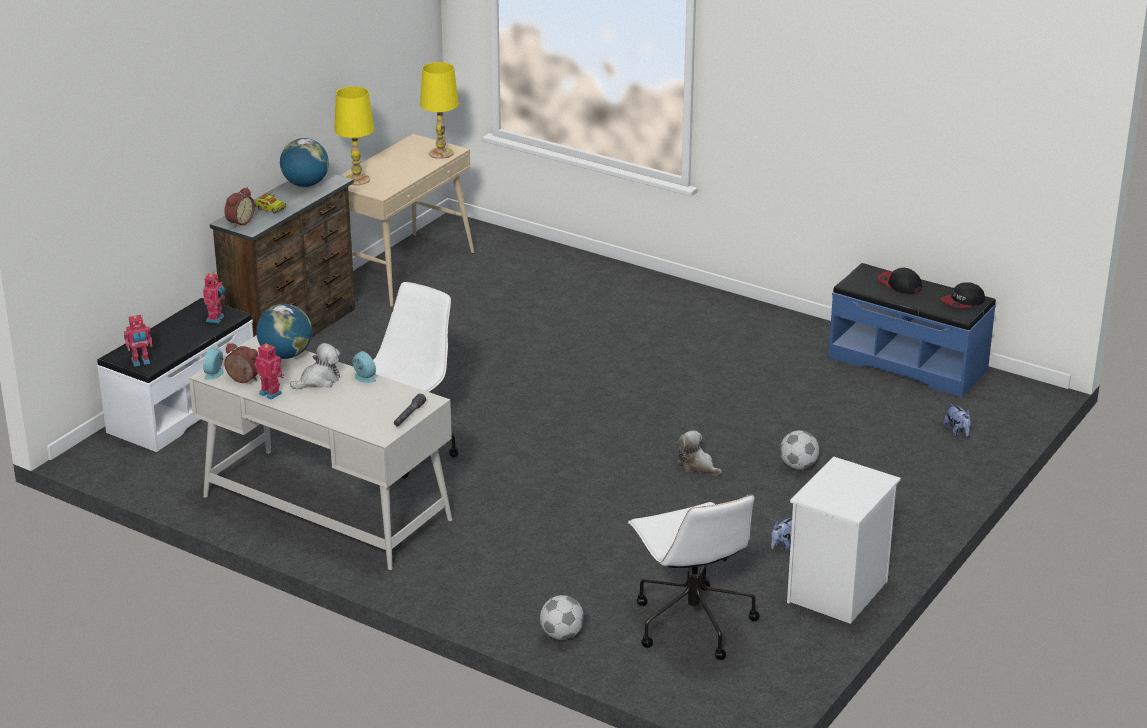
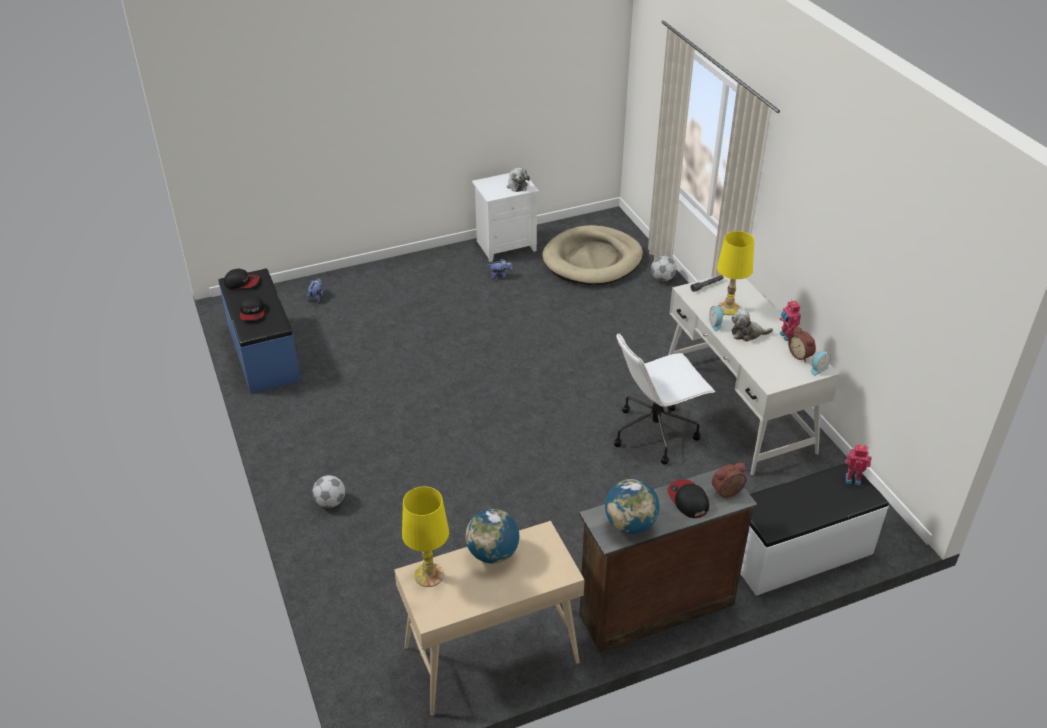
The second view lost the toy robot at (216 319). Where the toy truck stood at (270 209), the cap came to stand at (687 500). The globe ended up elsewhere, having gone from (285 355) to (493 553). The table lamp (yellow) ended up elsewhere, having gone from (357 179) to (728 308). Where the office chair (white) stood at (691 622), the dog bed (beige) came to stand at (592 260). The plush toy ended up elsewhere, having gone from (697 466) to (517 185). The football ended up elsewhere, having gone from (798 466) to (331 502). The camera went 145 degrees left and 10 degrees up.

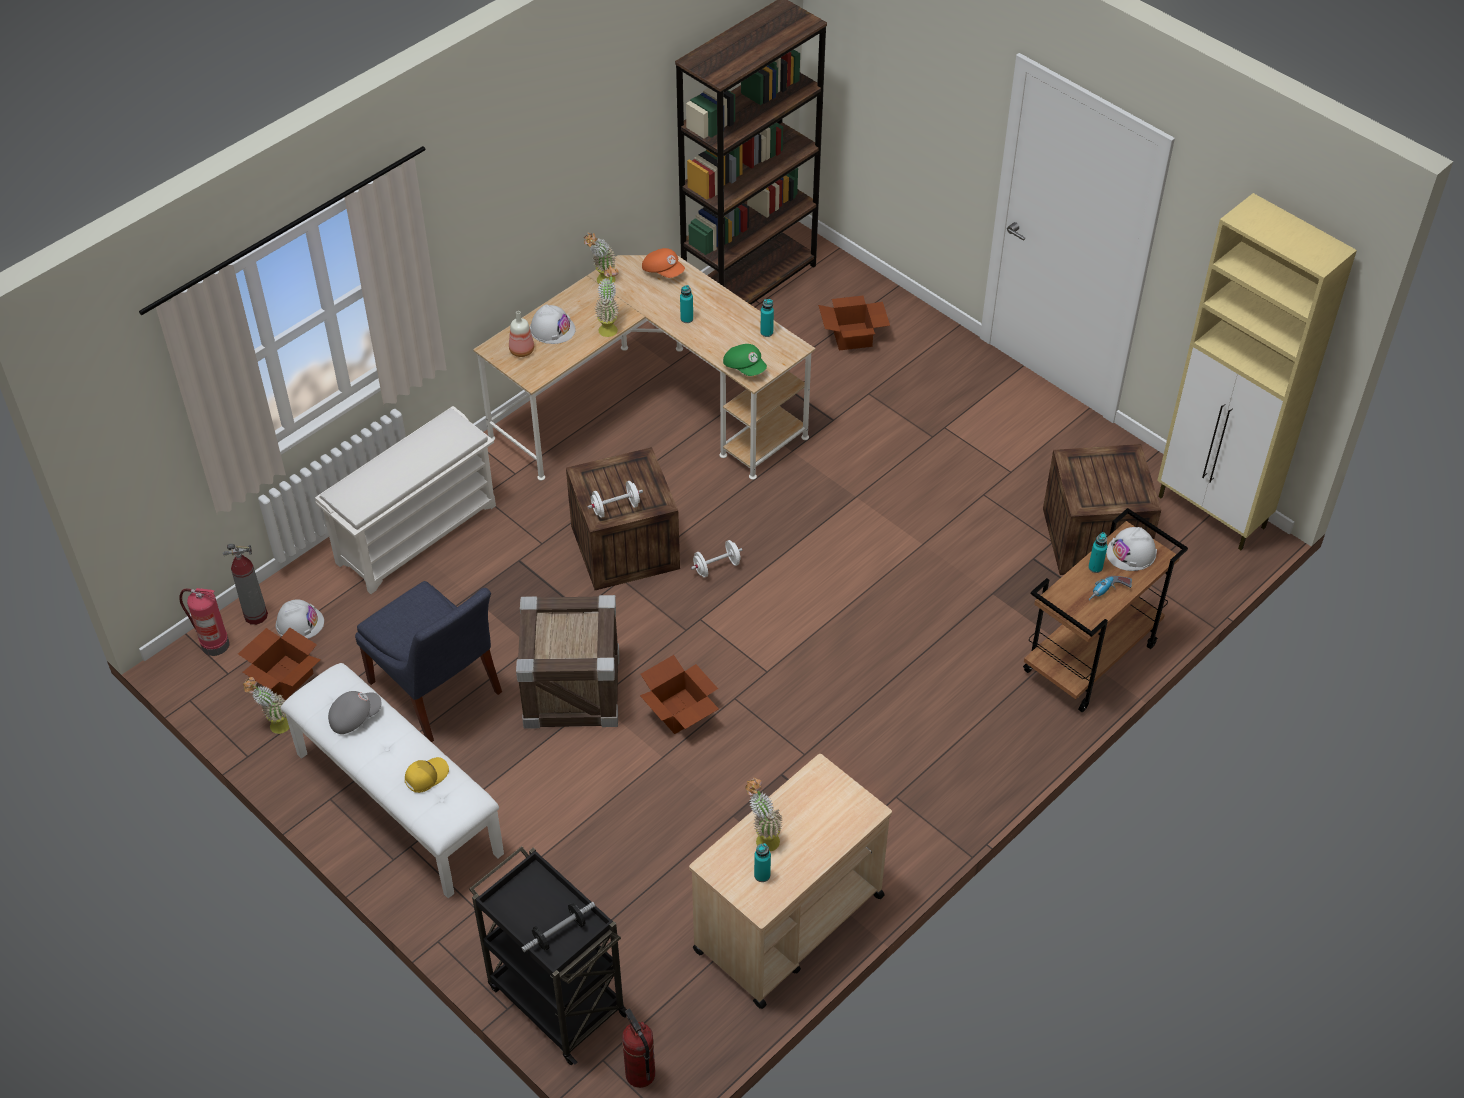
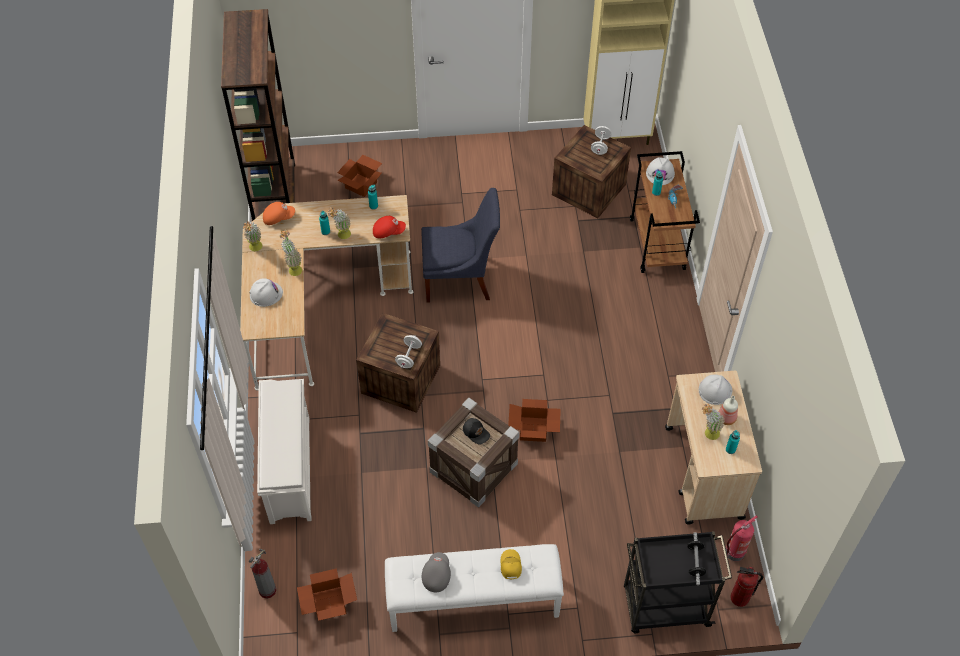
The fire extinguisher ended up elsewhere, having gone from (213 645) to (734 553). The potted plant ended up elsewhere, having gone from (274 725) to (342 236). The hard hat (white) ended up elsewhere, having gone from (299 623) to (715 390). The chair (blue) ended up elsewhere, having gone from (437 691) to (461 279). The bottle ended up elsewhere, having gone from (521 351) to (726 419). The dumbbell (white) ended up elsewhere, having gone from (716 567) to (600 146). What was the cap (green) at (745 367) turned into the cap (red) at (388 231). The second view gained the cap (black) at (476 432). The camera went 50 degrees left and 5 degrees up.

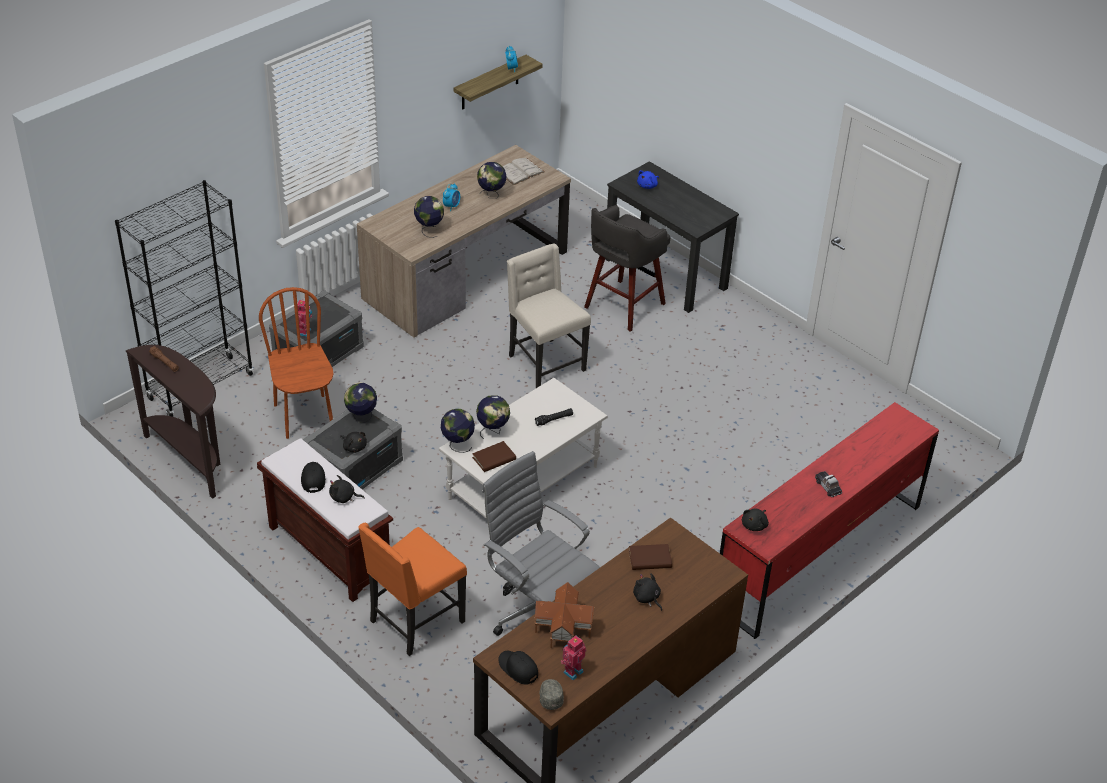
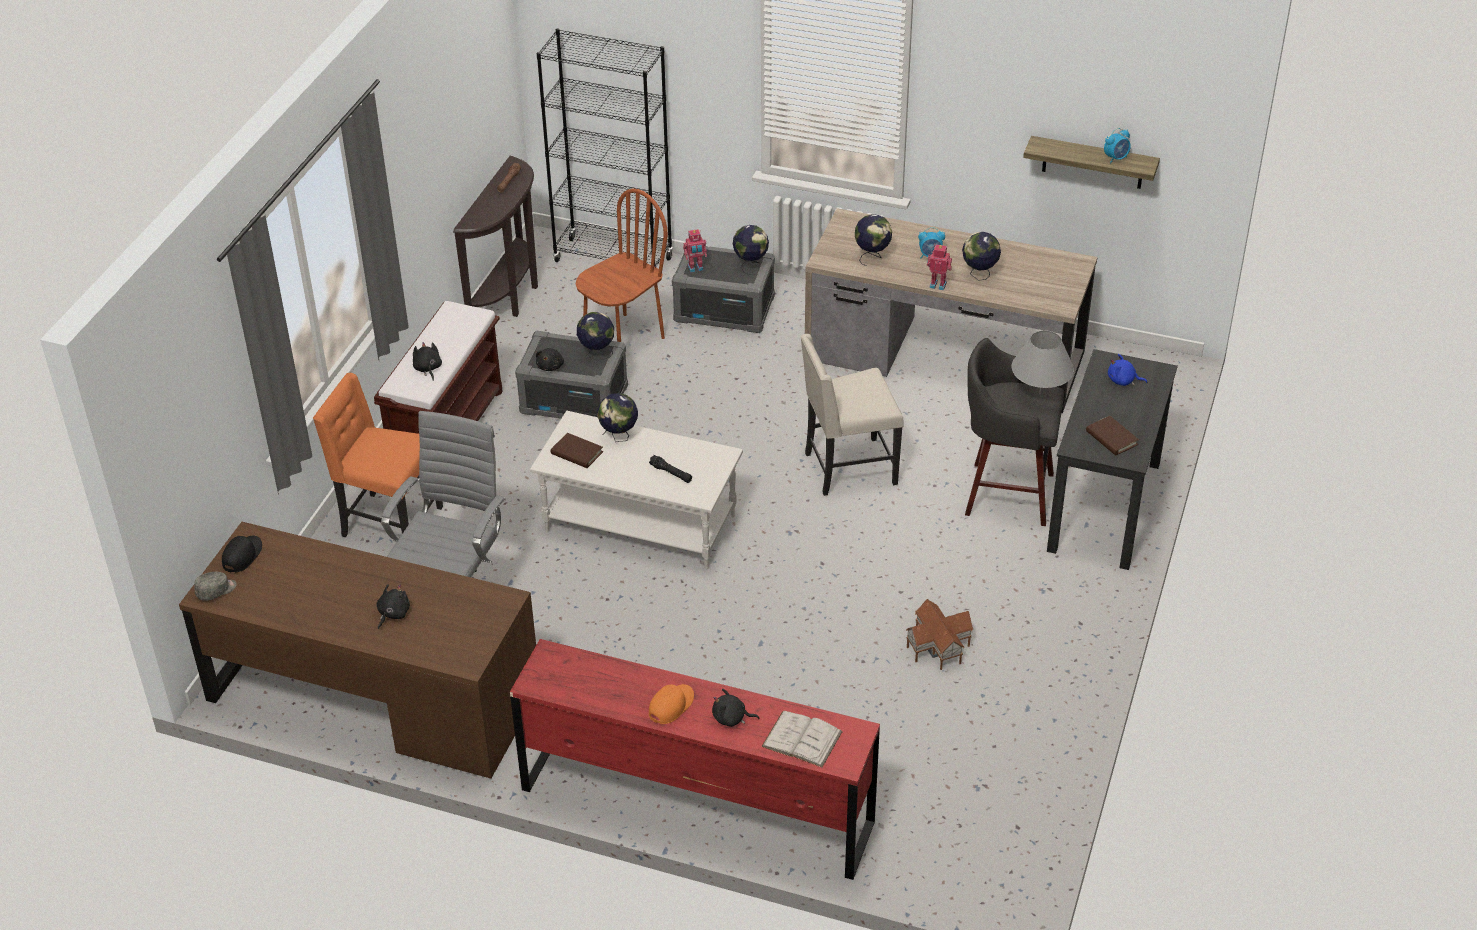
The second view lost the cap (black) at (313 479). The globe ended up elsewhere, having gone from (457 444) to (750 265). The book (white) ended up elsewhere, having gone from (520 171) to (802 739). The chair (beige) at (544 363) ended up facing another way, 135 degrees counterclockwise from before. The toy house ended up elsewhere, having gone from (564 628) to (937 647). The toy robot ended up elsewhere, having gone from (572 671) to (938 284). The book (brown) ended up elsewhere, having gone from (650 559) to (1111 438). The plush toy (black) ended up elsewhere, having gone from (755 525) to (731 718). Where the toy car stood at (828 486), the cap (orange) came to stand at (671 706). The second view gained the table lamp (grey) at (1039 394). The camera went 65 degrees right and 0 degrees up.

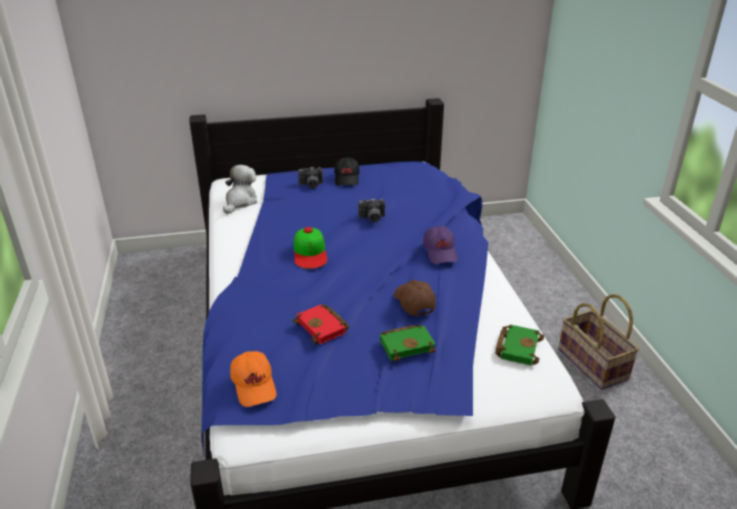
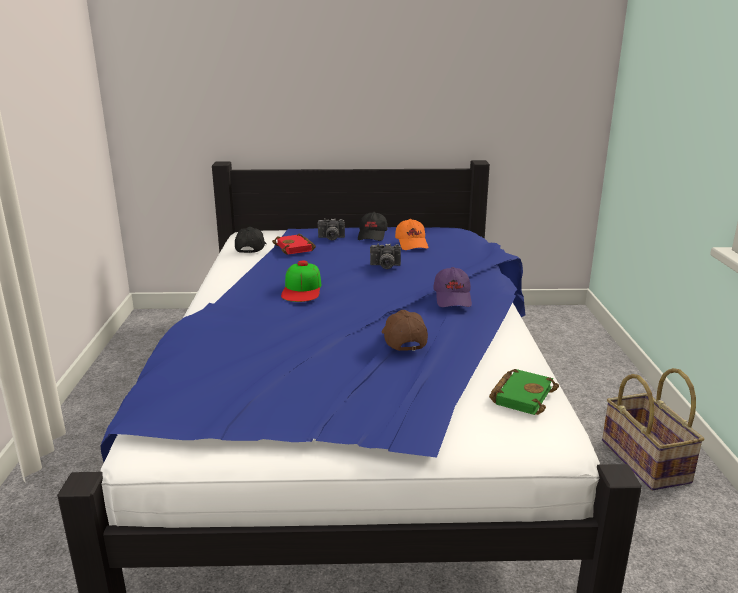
Where the plush toy stood at (240 201), the cap (black) came to stand at (251 248). The cap (orange) ended up elsewhere, having gone from (254 385) to (412 244). The book (red) ended up elsewhere, having gone from (323 327) to (296 248). The second view lost the book (green) at (407 344). The camera went 10 degrees right and 10 degrees down.

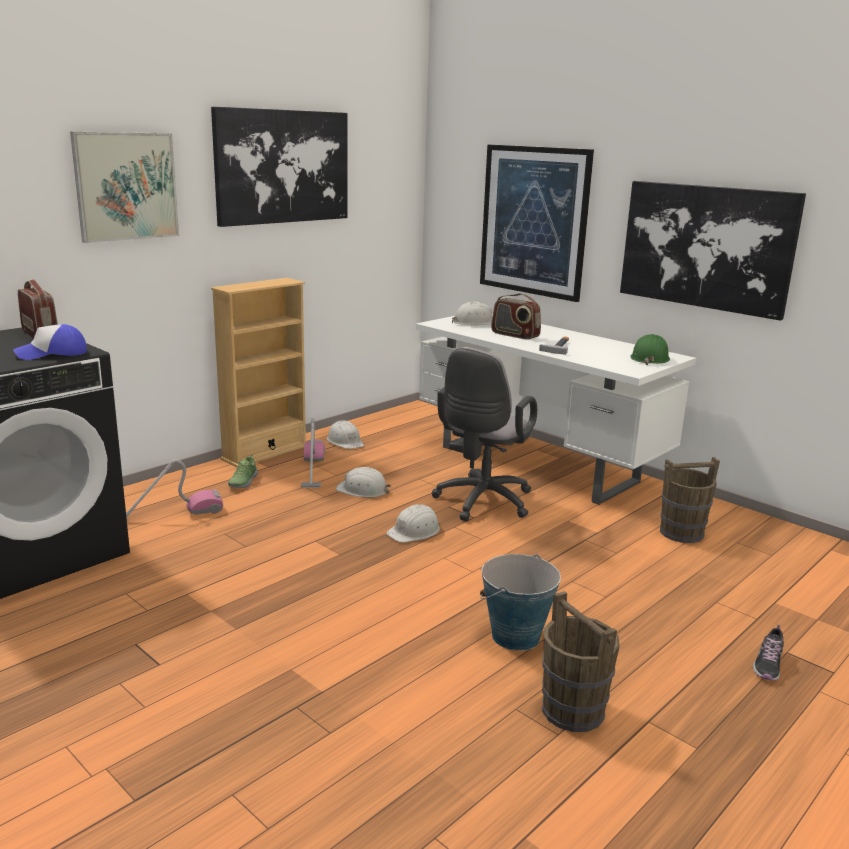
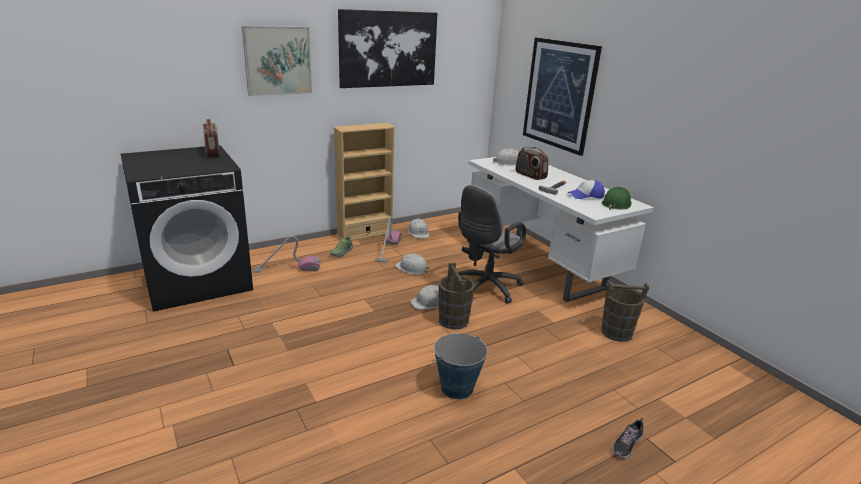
The cap ended up elsewhere, having gone from (52 354) to (586 195). The bucket (brown) ended up elsewhere, having gone from (573 711) to (453 321). The second view lost the picture at (706 247). The camera went 15 degrees right and 5 degrees up.

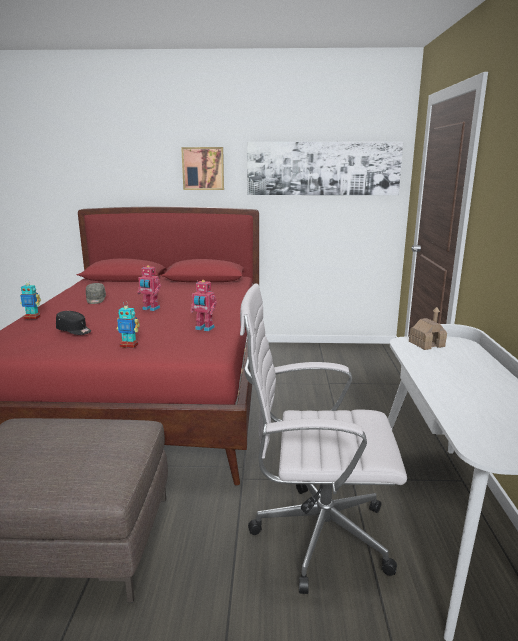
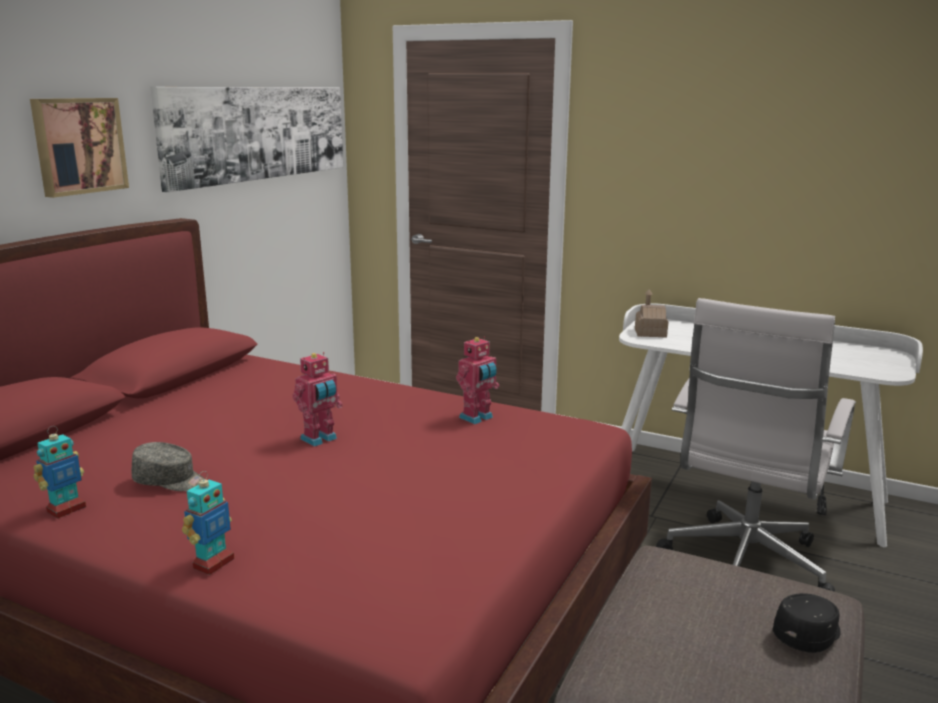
The cap (black) ended up elsewhere, having gone from (74 330) to (808 635). The toy robot ended up elsewhere, having gone from (129 345) to (66 509). The camera went 65 degrees left and 0 degrees up.

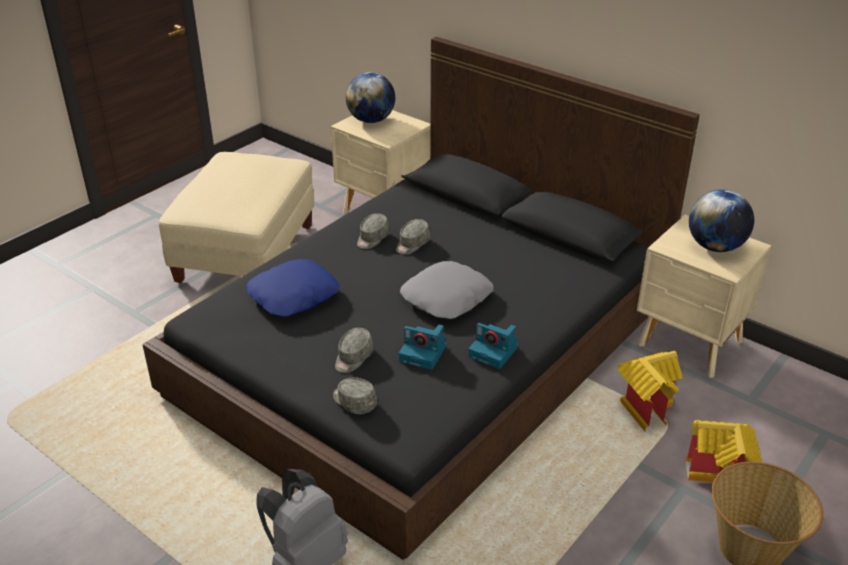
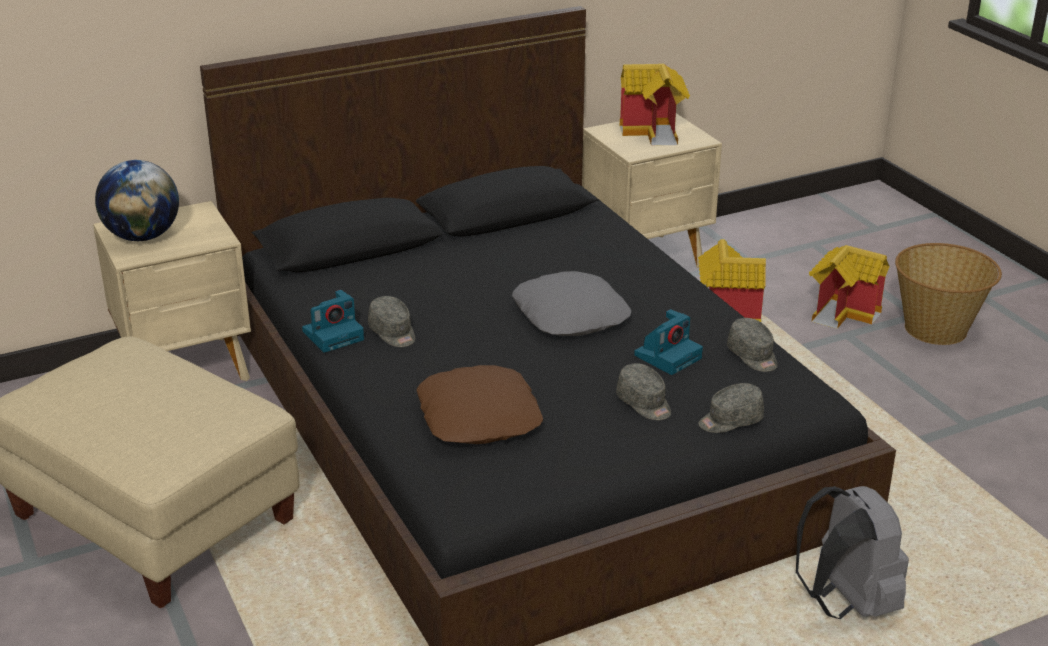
What was the pillow (blue) at (294 296) turned into the pillow (brown) at (480 417). The cap (grey) ended up elsewhere, having gone from (412 244) to (753 356). The photo camera ended up elsewhere, having gone from (494 352) to (334 335). Where the globe stood at (715 247), the toy house came to stand at (655 133). The camera went 65 degrees left and 5 degrees down.

